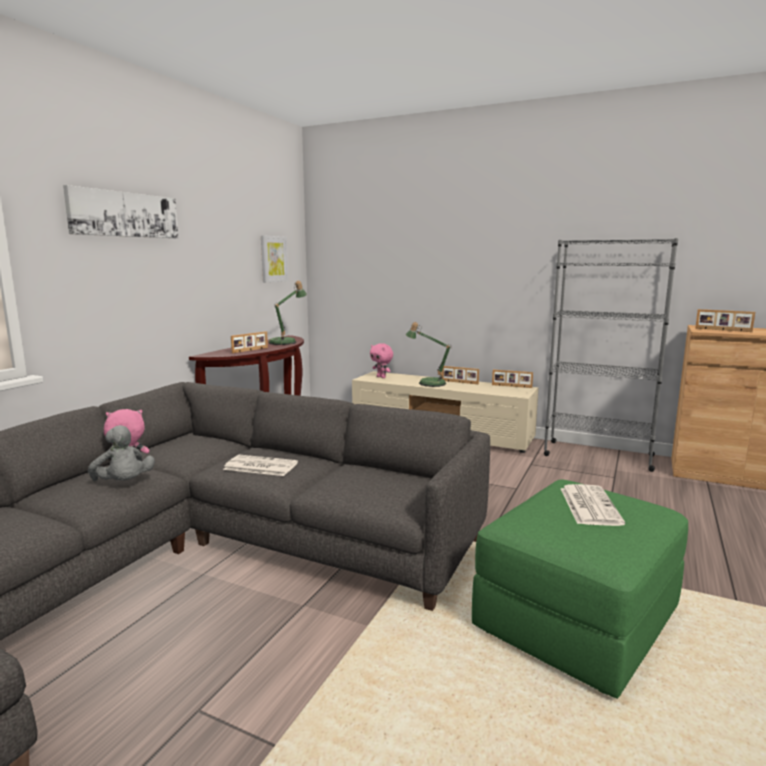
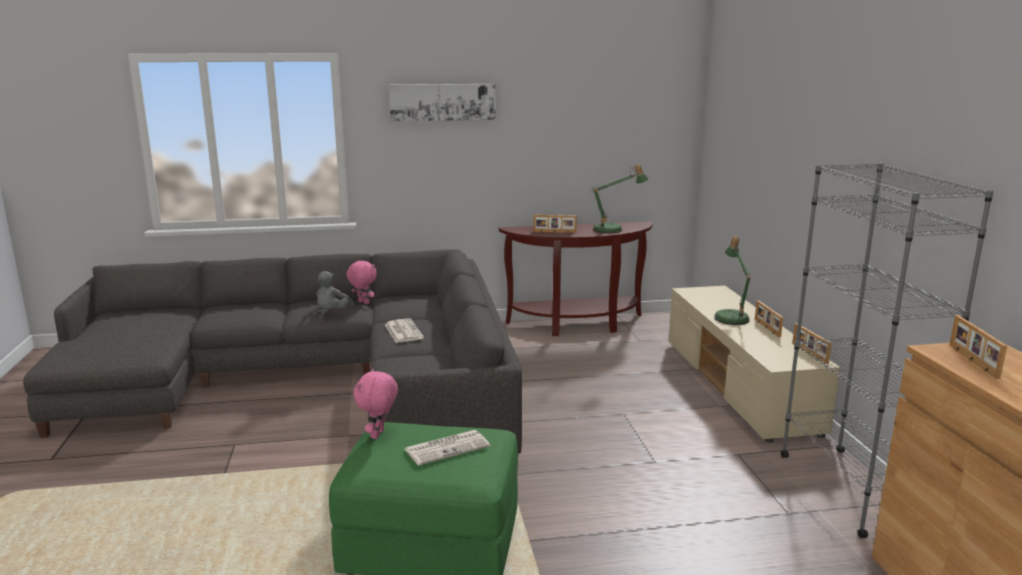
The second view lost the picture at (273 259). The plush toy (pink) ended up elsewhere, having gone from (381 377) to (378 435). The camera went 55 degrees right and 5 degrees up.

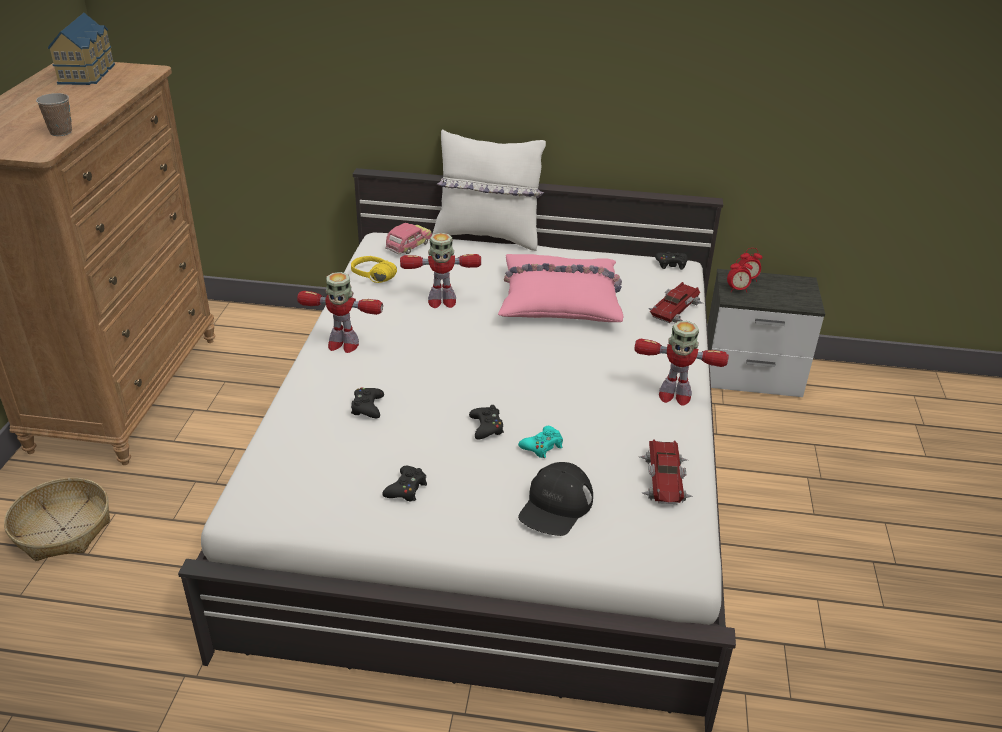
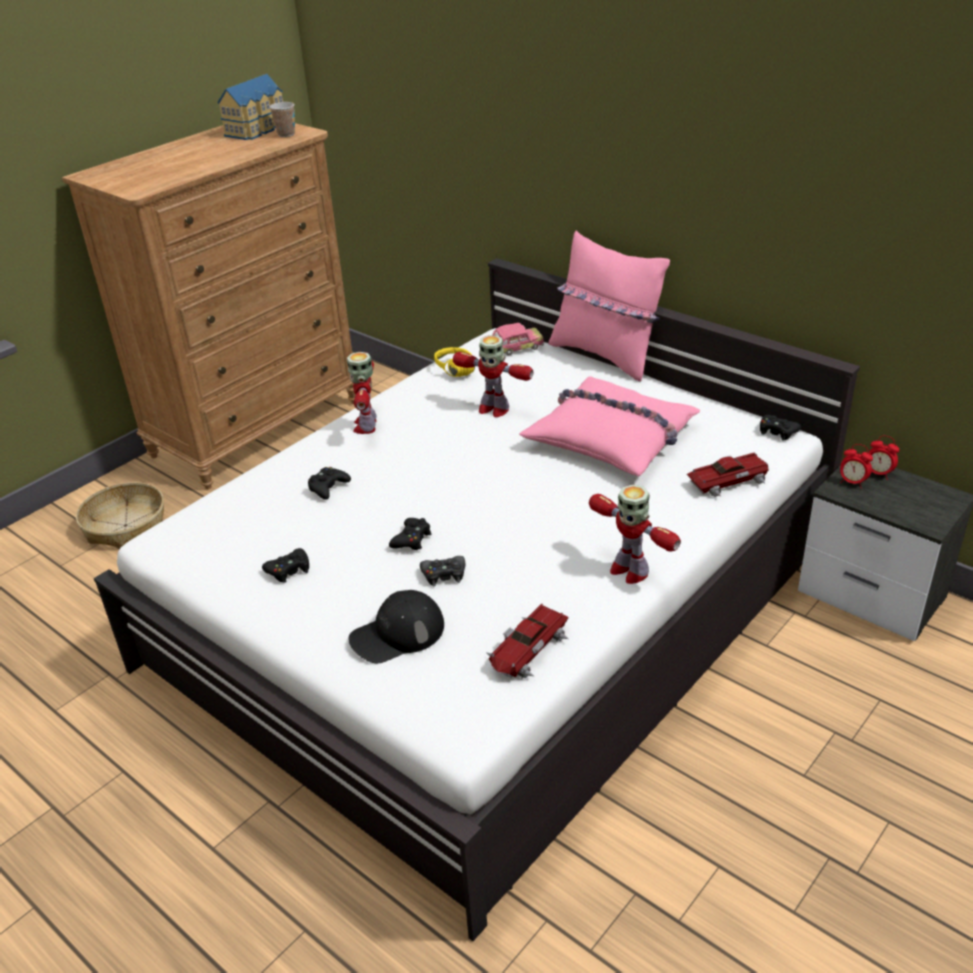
The cup ended up elsewhere, having gone from (61 132) to (286 134). The toy robot at (342 344) ended up facing another way, 45 degrees clockwise from before. What was the pillow (white) at (488 236) turned into the pillow (pink) at (605 356). What was the game controller (turquoise) at (542 446) turned into the game controller (black) at (444 575). The camera went 35 degrees right and 0 degrees up.

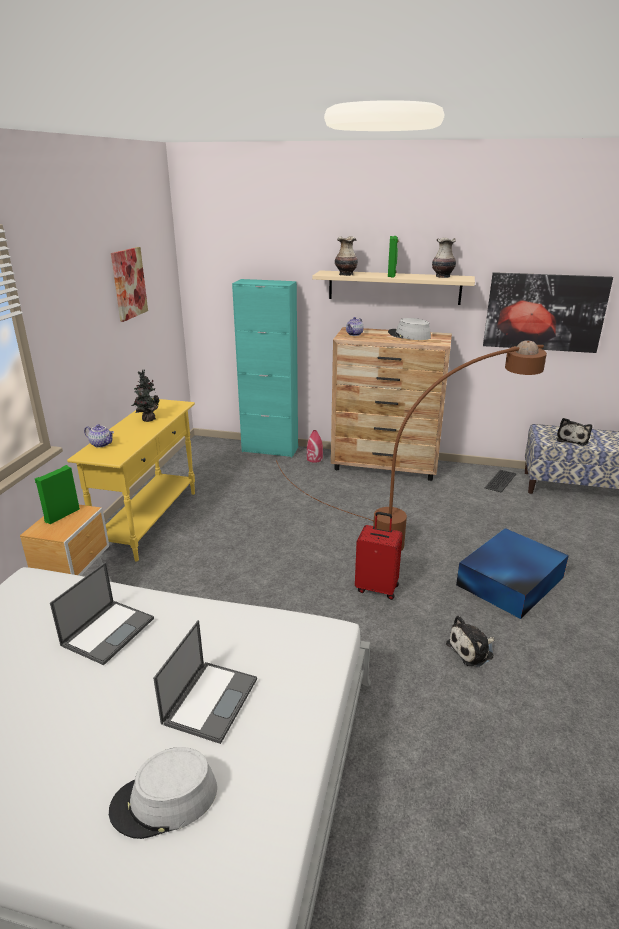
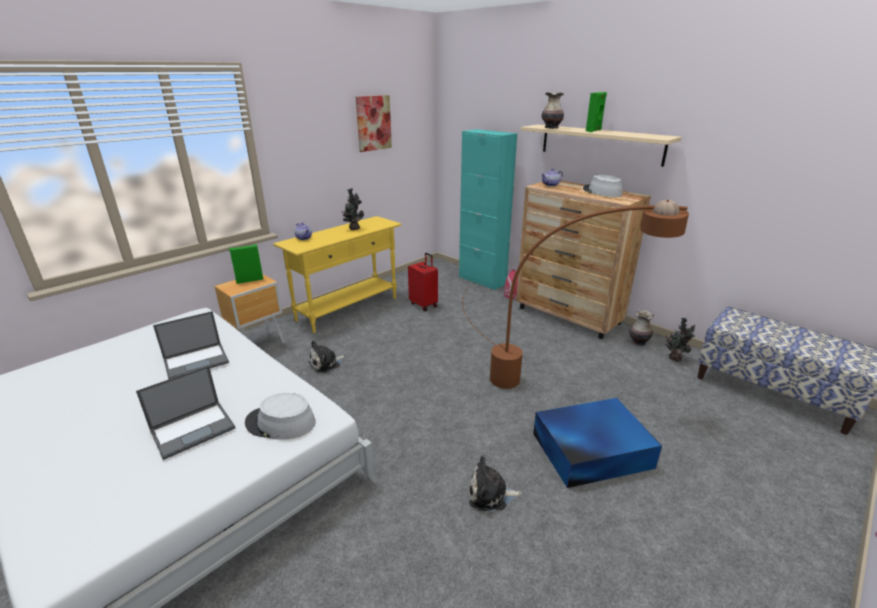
The hat (grey) ended up elsewhere, having gone from (165 800) to (280 423). The suitcase (red) ended up elsewhere, having gone from (377 588) to (424 305). The vase ended up elsewhere, having gone from (442 276) to (638 342). The second view lost the picture at (544 312). Where the keyboard stood at (500 481), the potted plant came to stand at (675 358). The plush toy ended up elsewhere, having gone from (572 439) to (326 364). The camera went 30 degrees right and 0 degrees up.

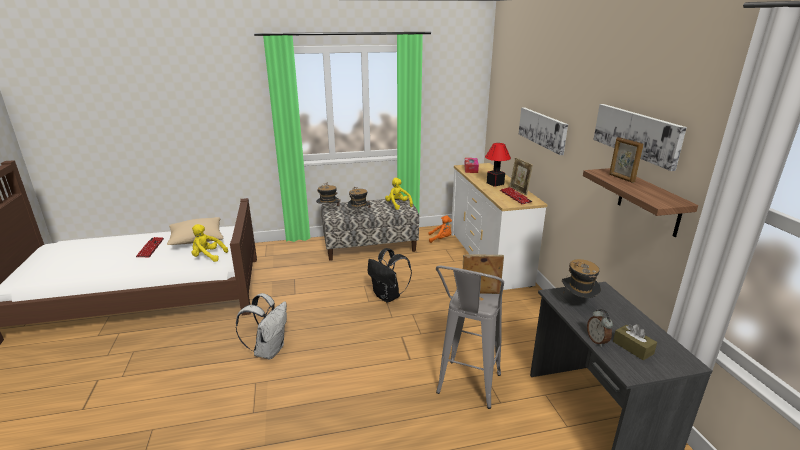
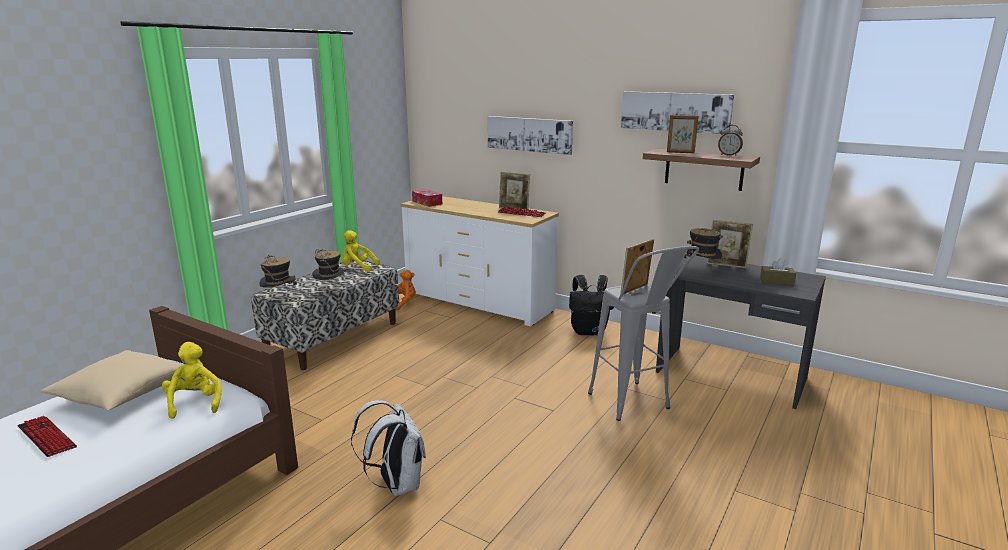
The plush toy (yellow) at (207 256) ended up facing another way, 105 degrees clockwise from before. The backpack (black) ended up elsewhere, having gone from (388 296) to (589 331). The second view lost the table lamp at (495 184). The alarm clock ended up elsewhere, having gone from (597 341) to (729 155). The second view gained the picture frame at (726 265). The camera went 45 degrees left and 5 degrees down.

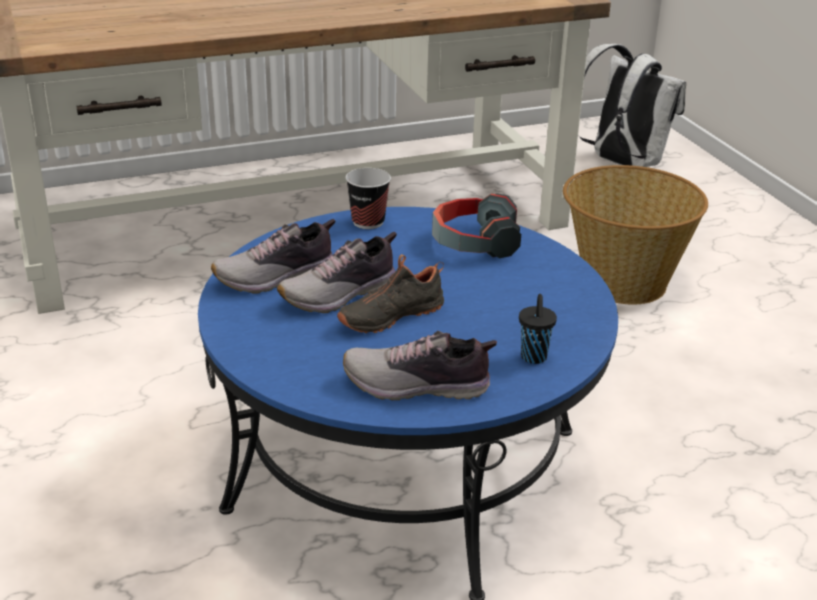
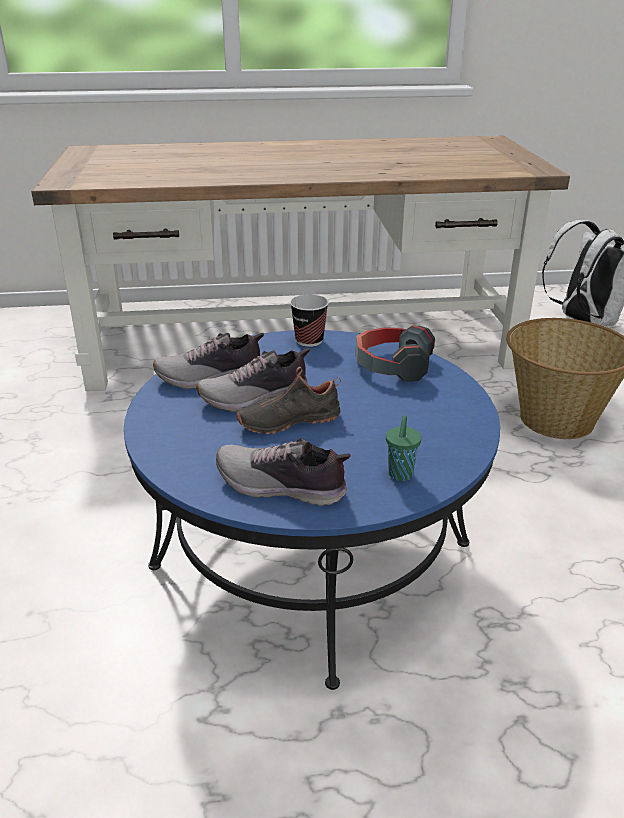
What was the cup (black) at (534 358) turned into the cup (green) at (400 475). The camera went 15 degrees right and 0 degrees up.

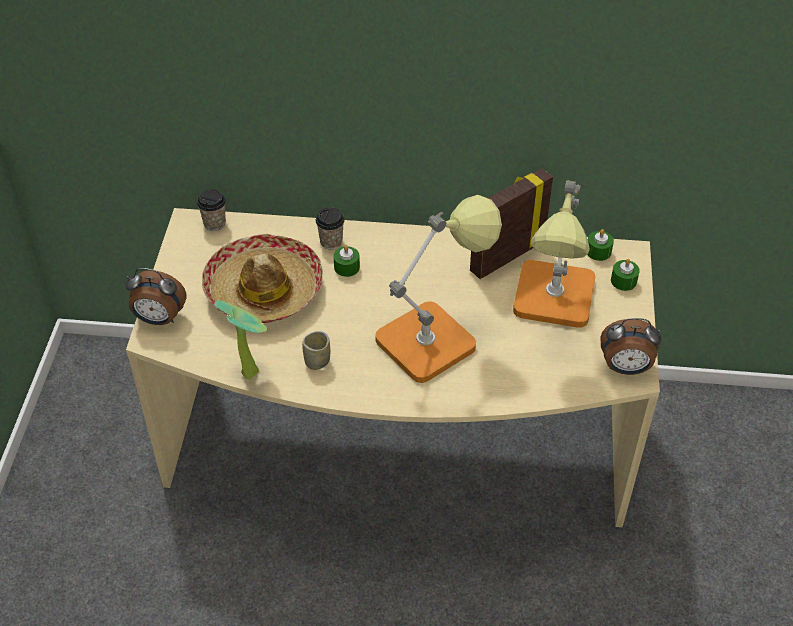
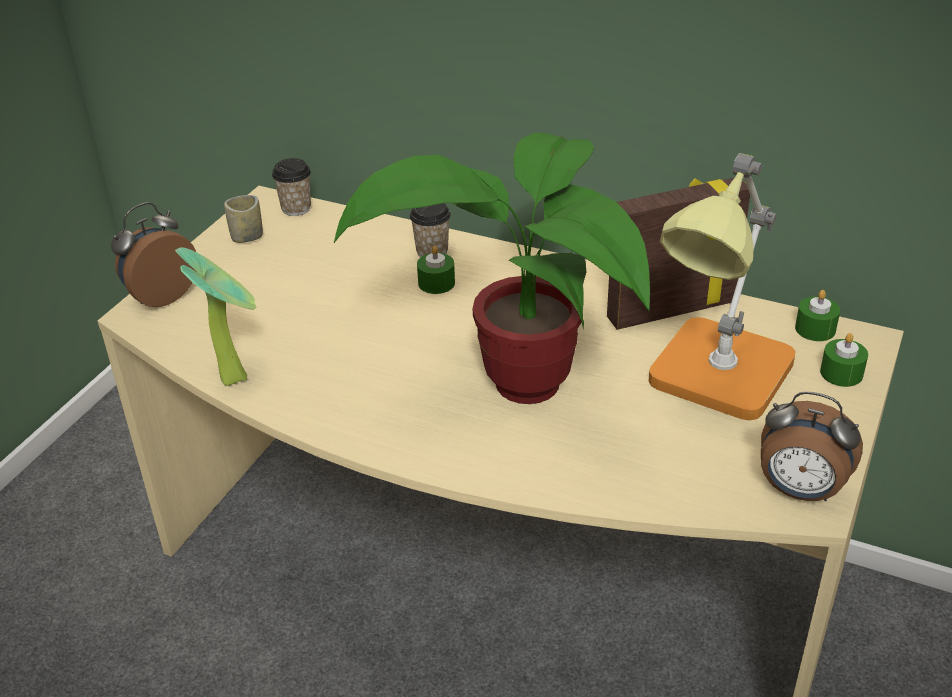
The alarm clock at (159 319) ended up facing another way, 105 degrees clockwise from before. The second view lost the hat at (263 290). The cup ended up elsewhere, having gone from (317 361) to (247 237). Where the table lamp stood at (435 337), the potted plant came to stand at (515 388). The camera went 20 degrees right and 10 degrees down.

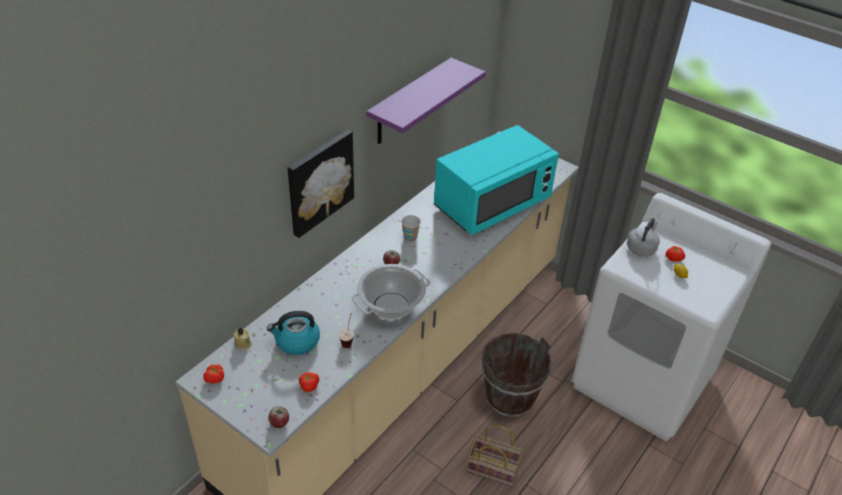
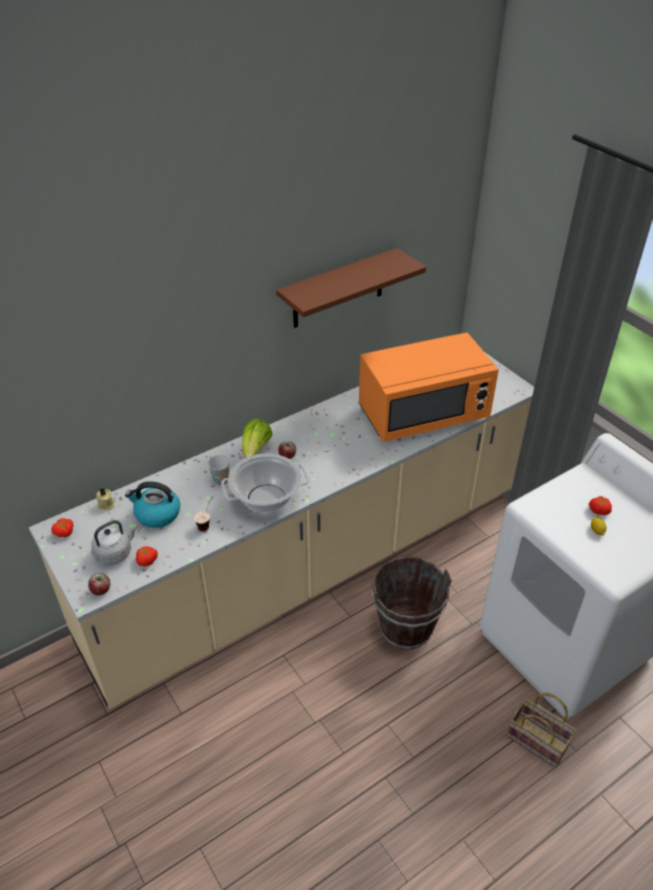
The second view lost the picture at (319 181). What was the shelf (purple) at (410 102) turned into the shelf (brown) at (338 289). The cup ended up elsewhere, having gone from (410 238) to (221 480). What was the microwave (turquoise) at (492 204) turned into the microwave (orange) at (423 414). The basket ended up elsewhere, having gone from (494 468) to (539 741). The kettle (grey) ended up elsewhere, having gone from (641 248) to (115 553). The second view gained the lettuce at (256 450). The camera went 20 degrees right and 0 degrees up.

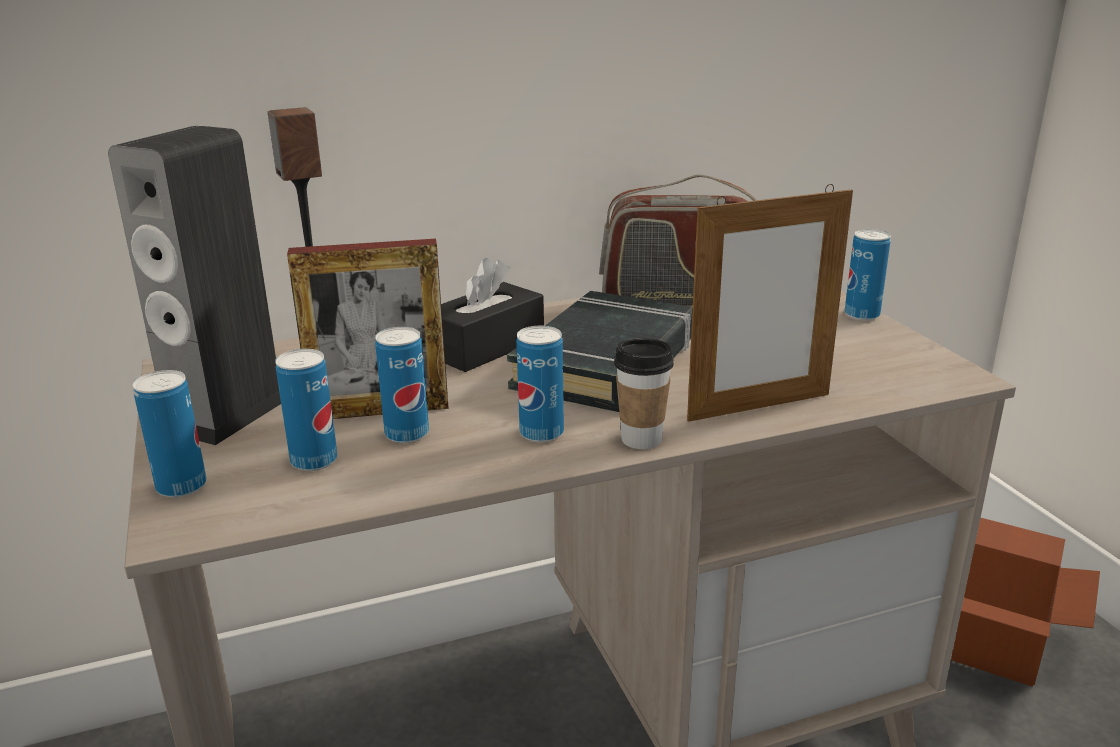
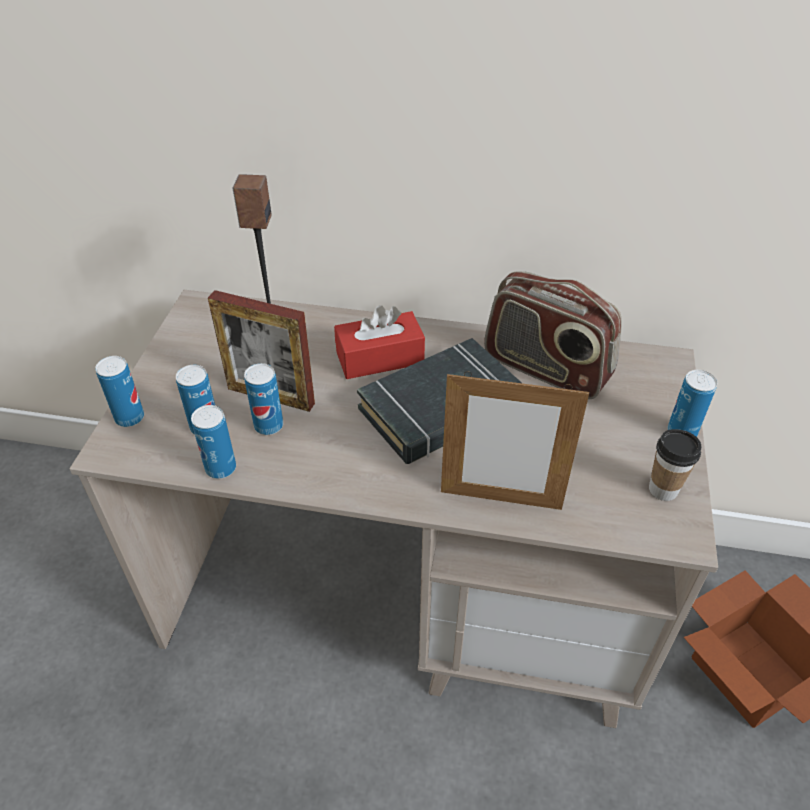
The second view lost the speaker at (226 413). What was the tissue box (black) at (486 347) turned into the tissue box (red) at (380 358). The can ended up elsewhere, having gone from (541 433) to (221 468). The cup ended up elsewhere, having gone from (641 439) to (663 489). The camera went 30 degrees right and 20 degrees up.

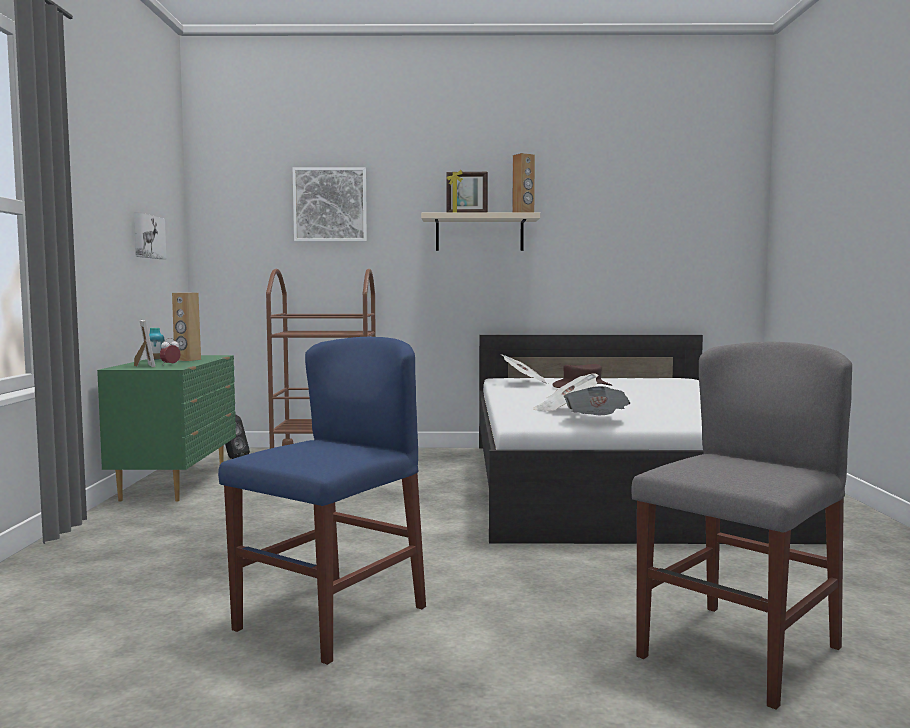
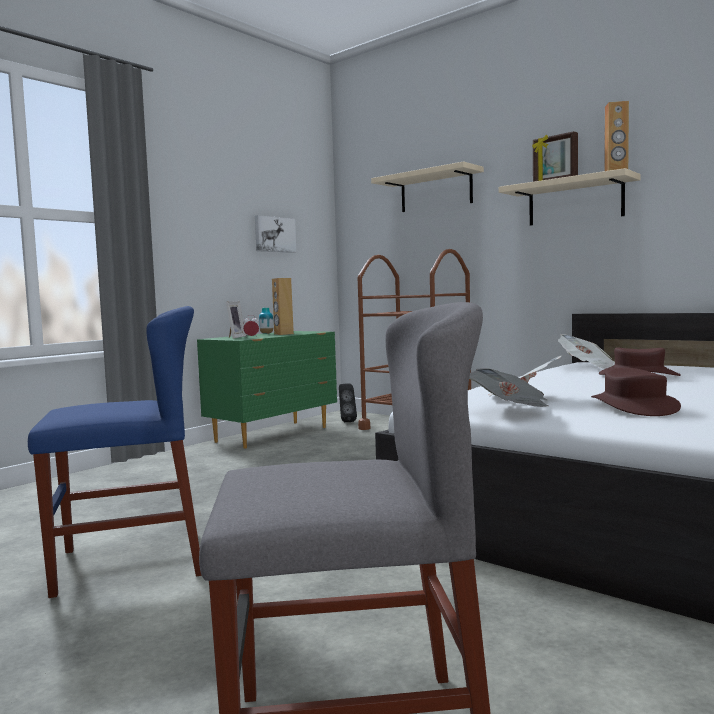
Where the picture hung at (330 205), the shelf (beige) came to hang at (436 191). The second view gained the hat (brown) at (634 406). The camera went 40 degrees right and 0 degrees up.

